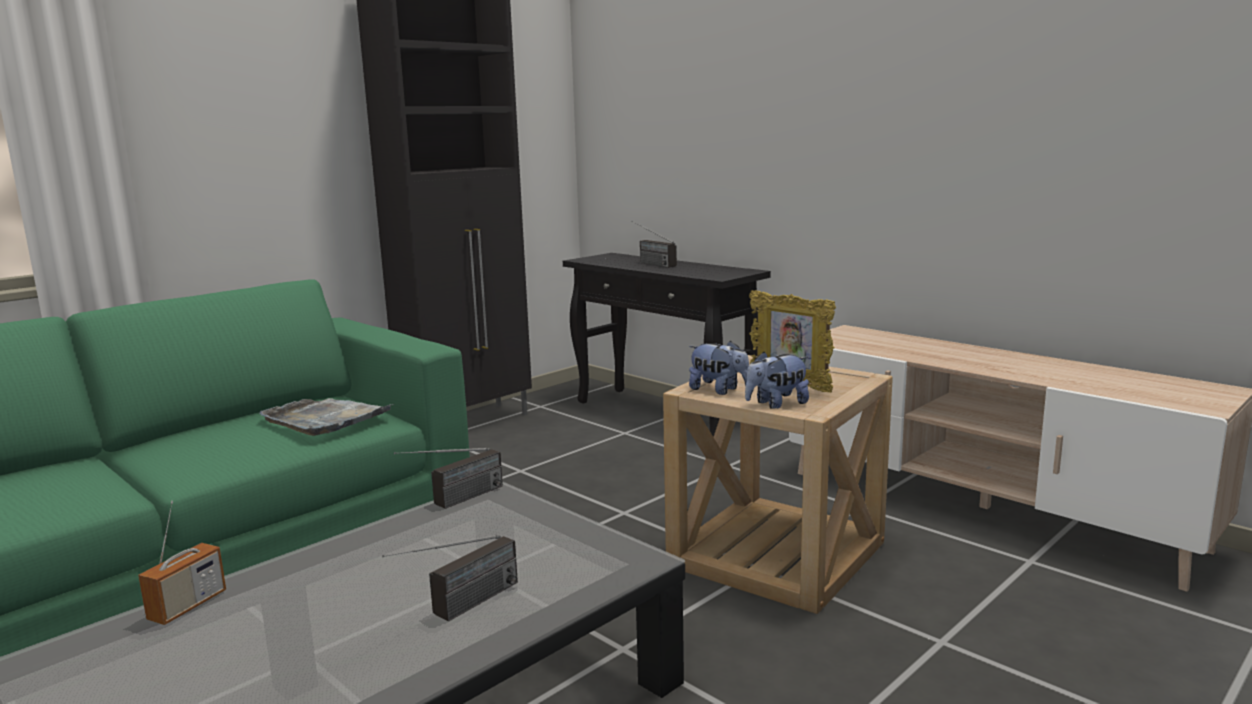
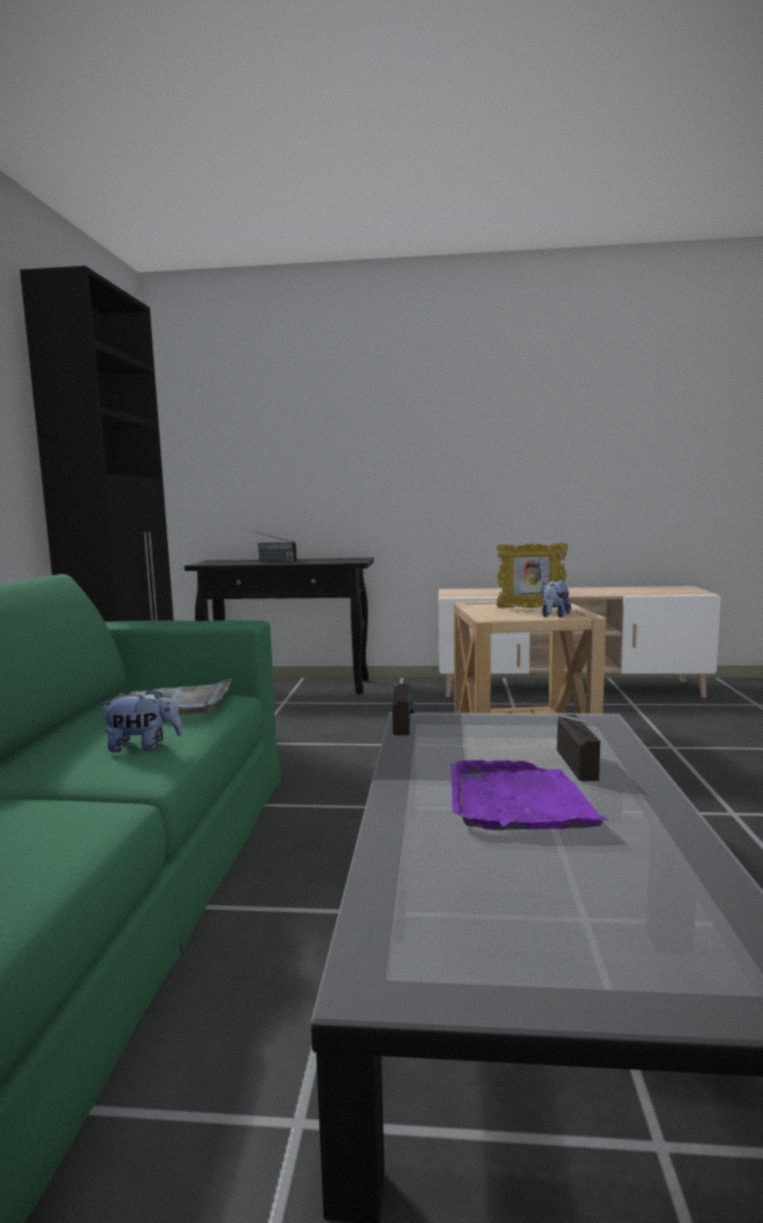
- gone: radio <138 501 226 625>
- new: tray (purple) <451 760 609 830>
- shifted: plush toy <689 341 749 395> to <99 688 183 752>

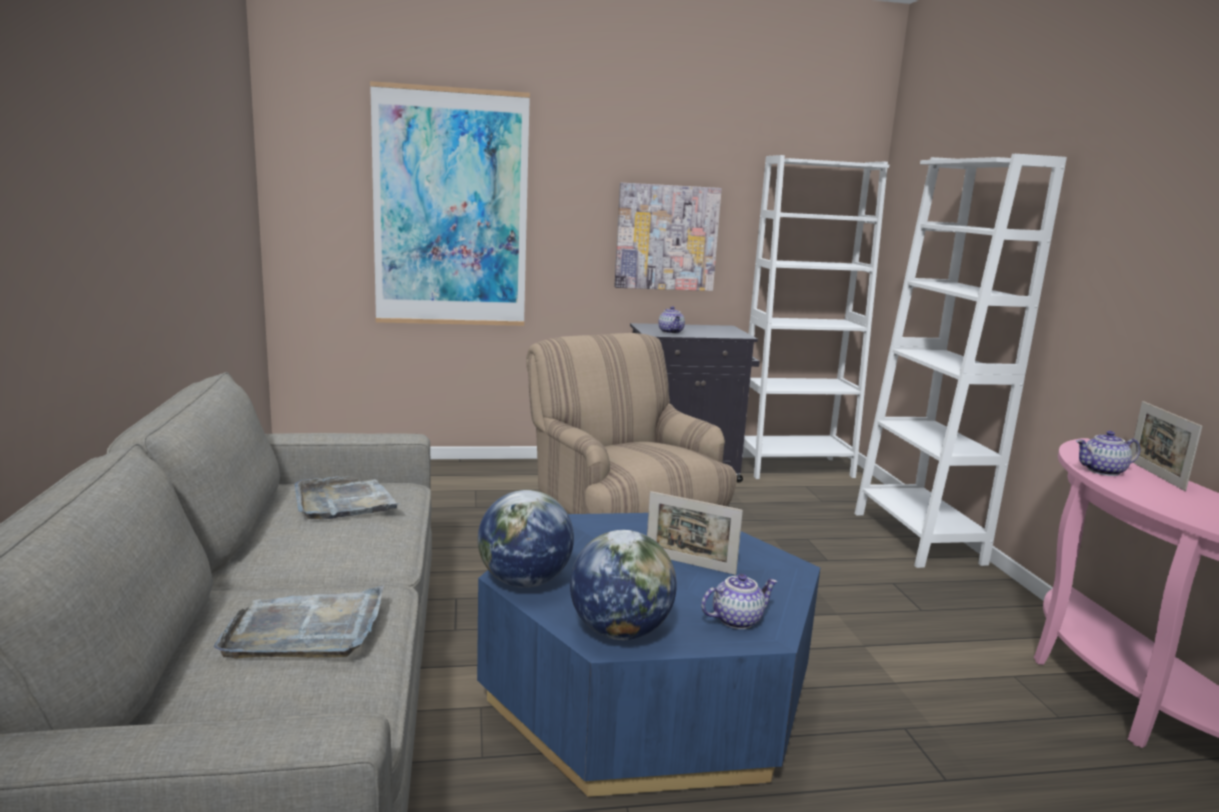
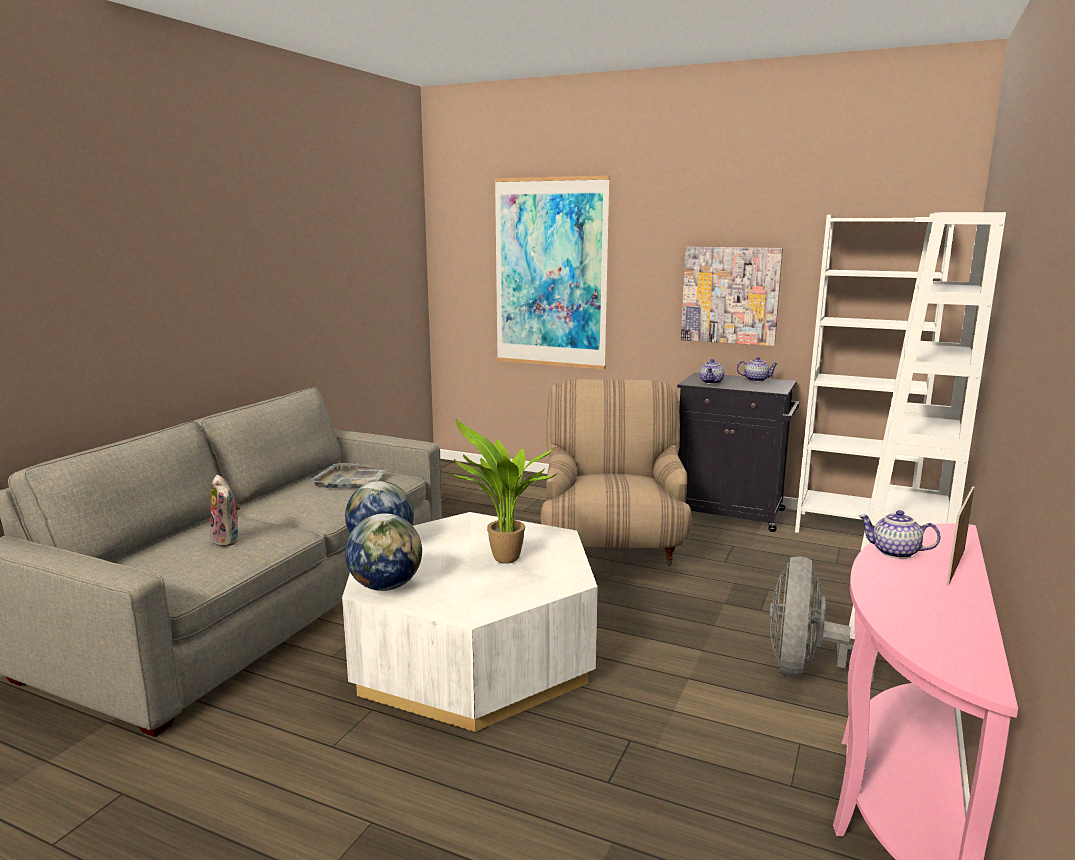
- new: fan (grey) <769 556 876 682>
- shifted: teapot <701 574 778 629> to <737 357 778 382>
- swapped: tray (grey) <214 585 384 659> to plush toy <210 475 240 547>
- swapped: picture frame <647 491 743 575> to potted plant <450 419 557 564>
- repainted: coffee table (blue) <477 513 820 797> to coffee table (white) <342 512 598 732>

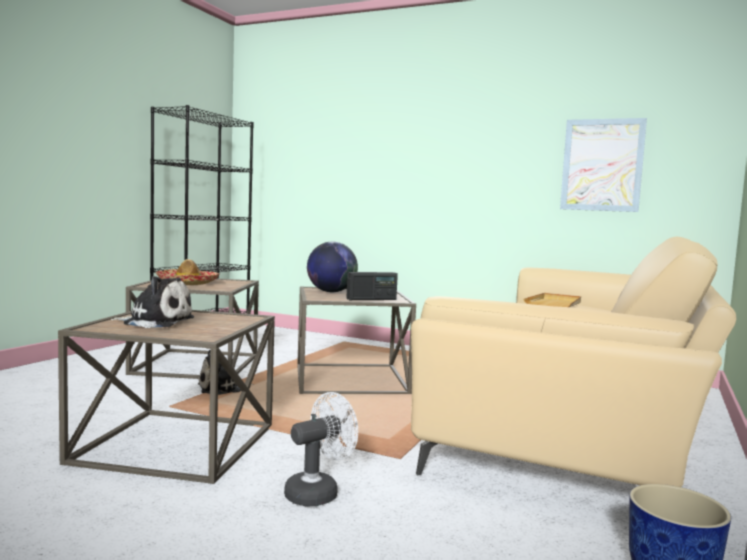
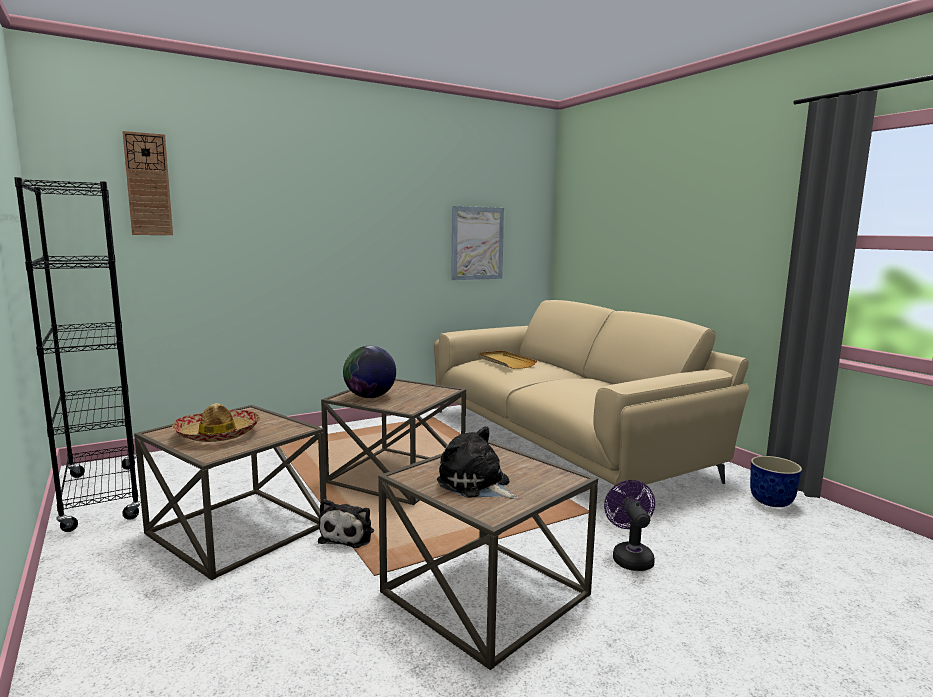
- gone: radio <346 272 398 300>
- new: wall clock <122 131 173 235>
- repainted: fan (white) <284 392 358 507> to fan (purple) <604 480 655 571>
- rotated: plush toy <111 276 194 328> = <437 426 518 499> 90 degrees counterclockwise

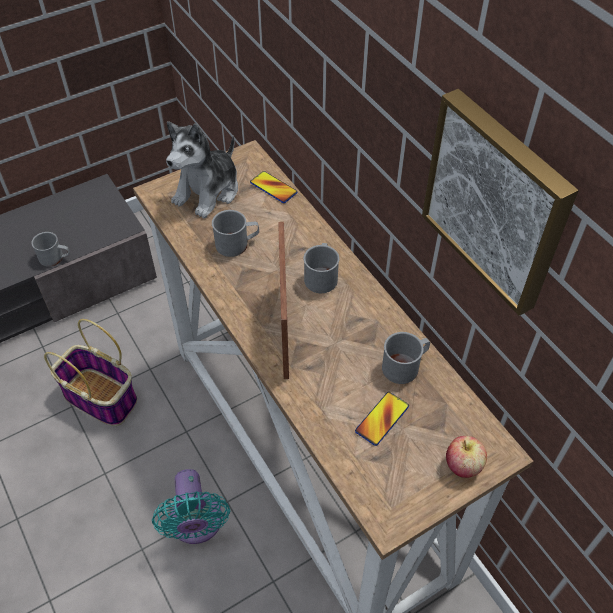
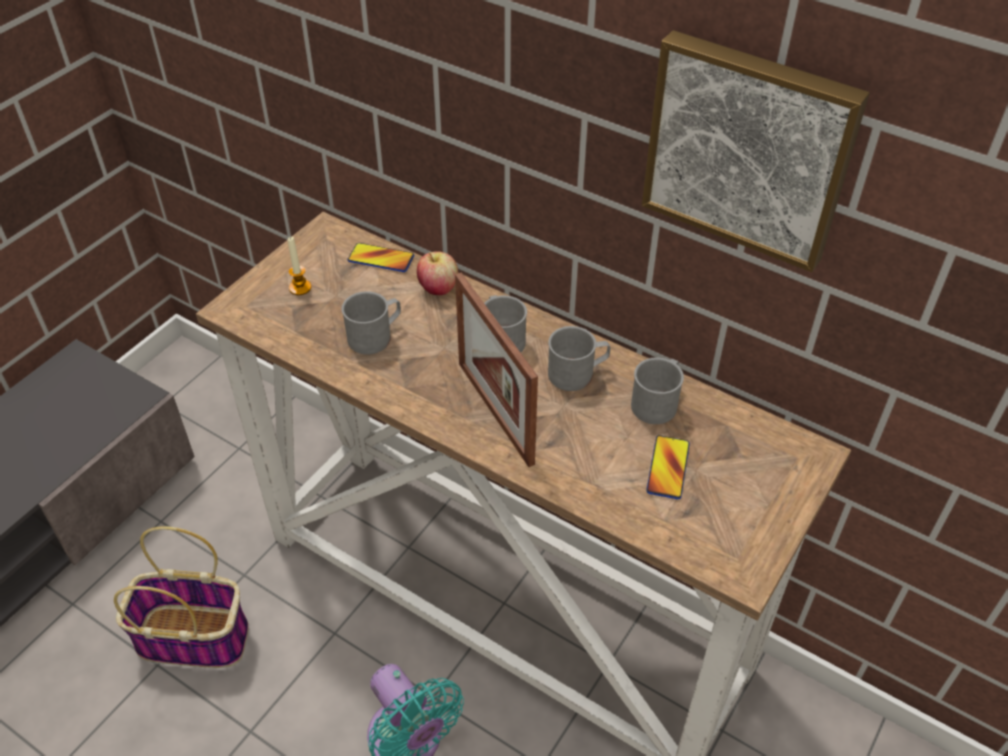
- shifted: mug (grey) <31 232 70 267> to <548 326 610 391>
- shifted: apple <446 436 487 478> to <417 251 458 295>
- swapped: plush toy <166 121 238 218> to candle <288 237 311 295>

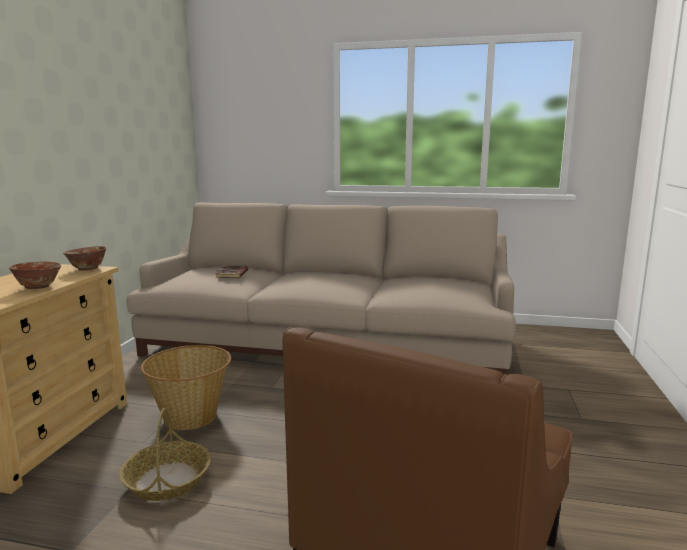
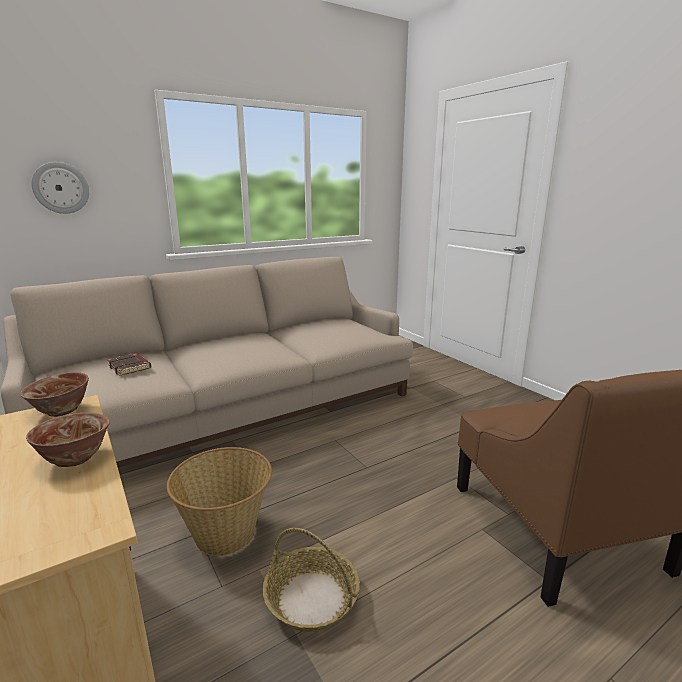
- new: wall clock <31 162 89 214>

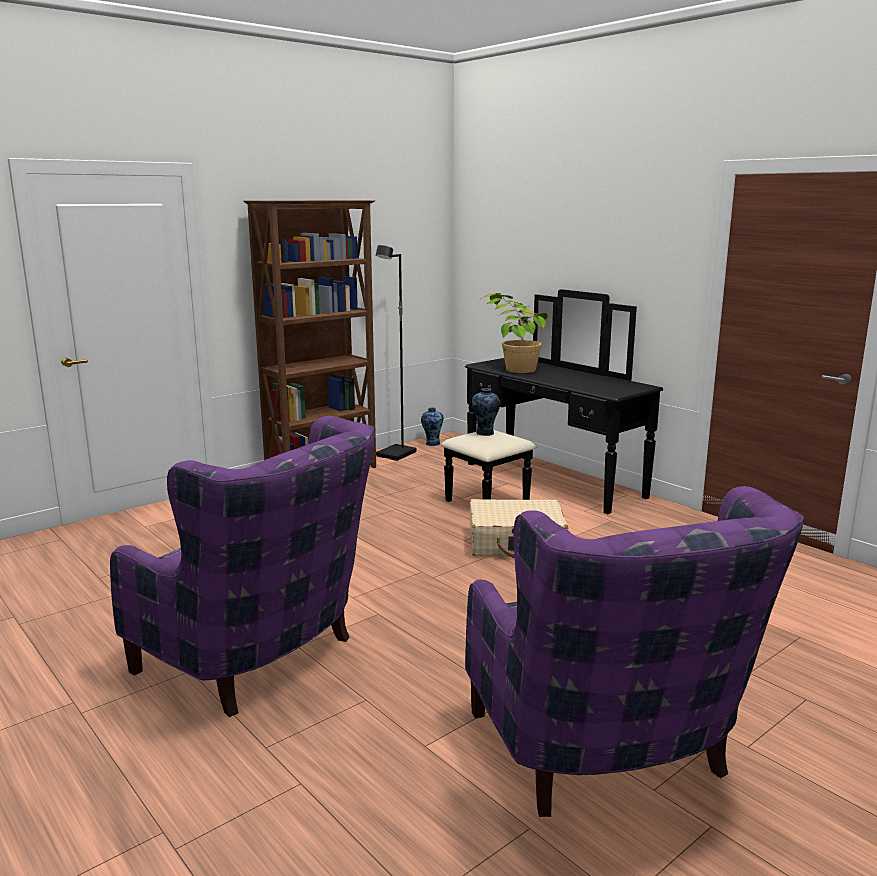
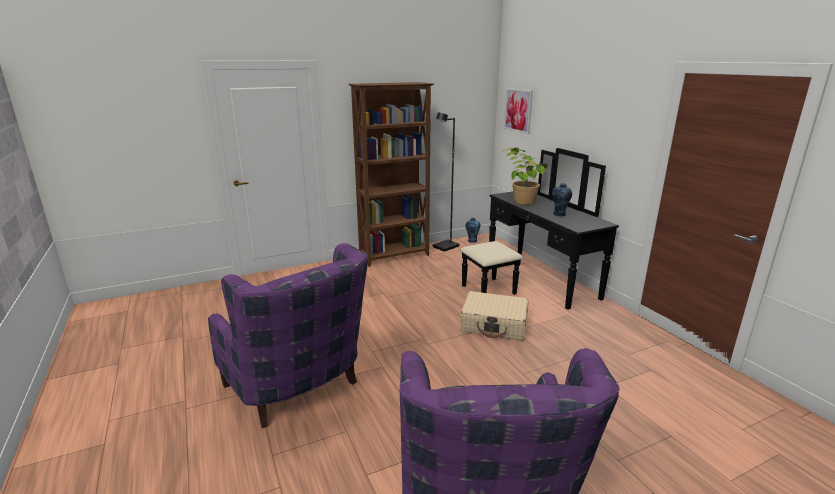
- new: picture <504 88 533 134>
- shifted: vase <472 388 500 436> to <552 183 572 216>

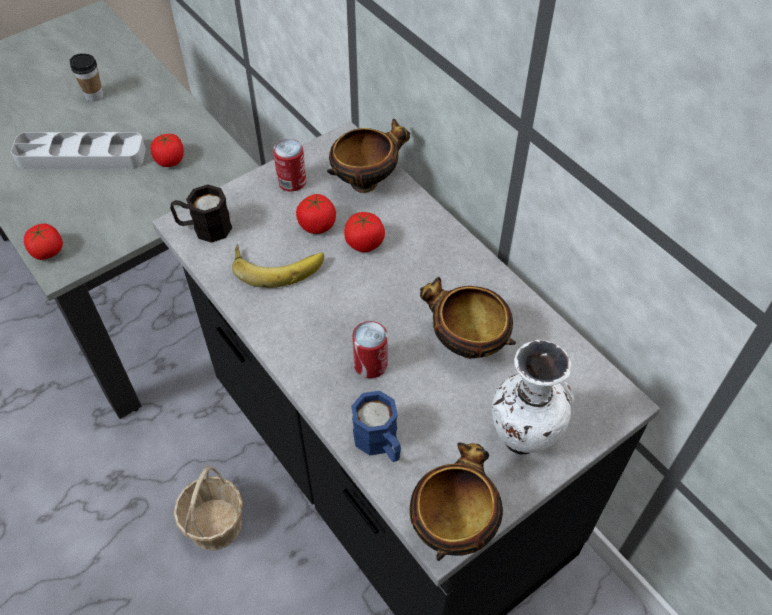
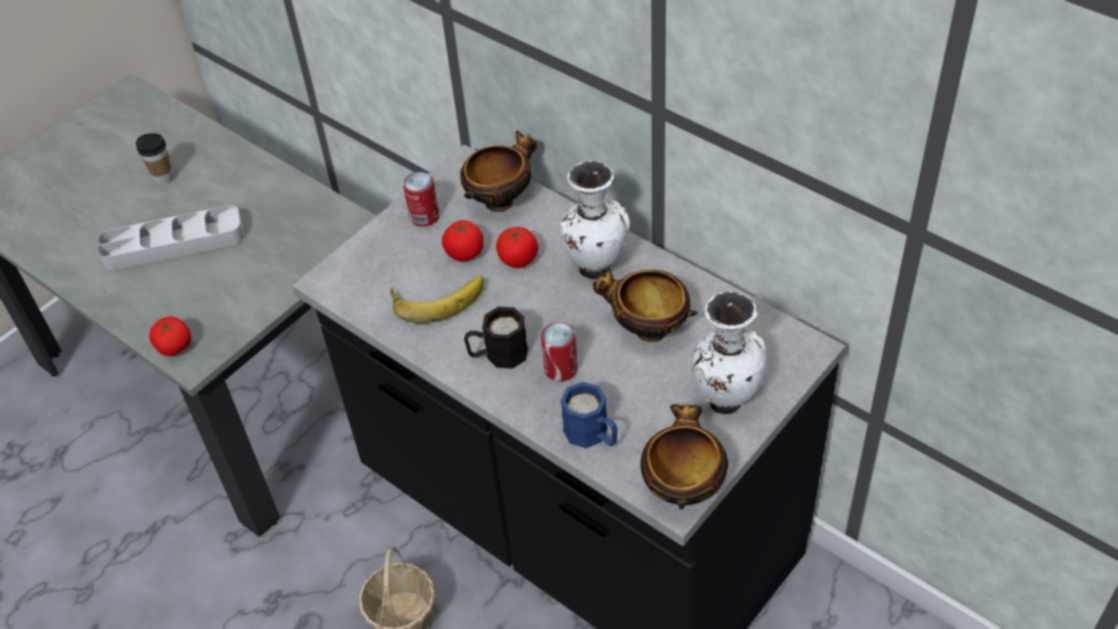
- gone: tomato <151 134 184 167>
- new: vase (white) <558 161 630 279>
- shifted: mug (black) <170 184 232 243> to <464 307 528 369>

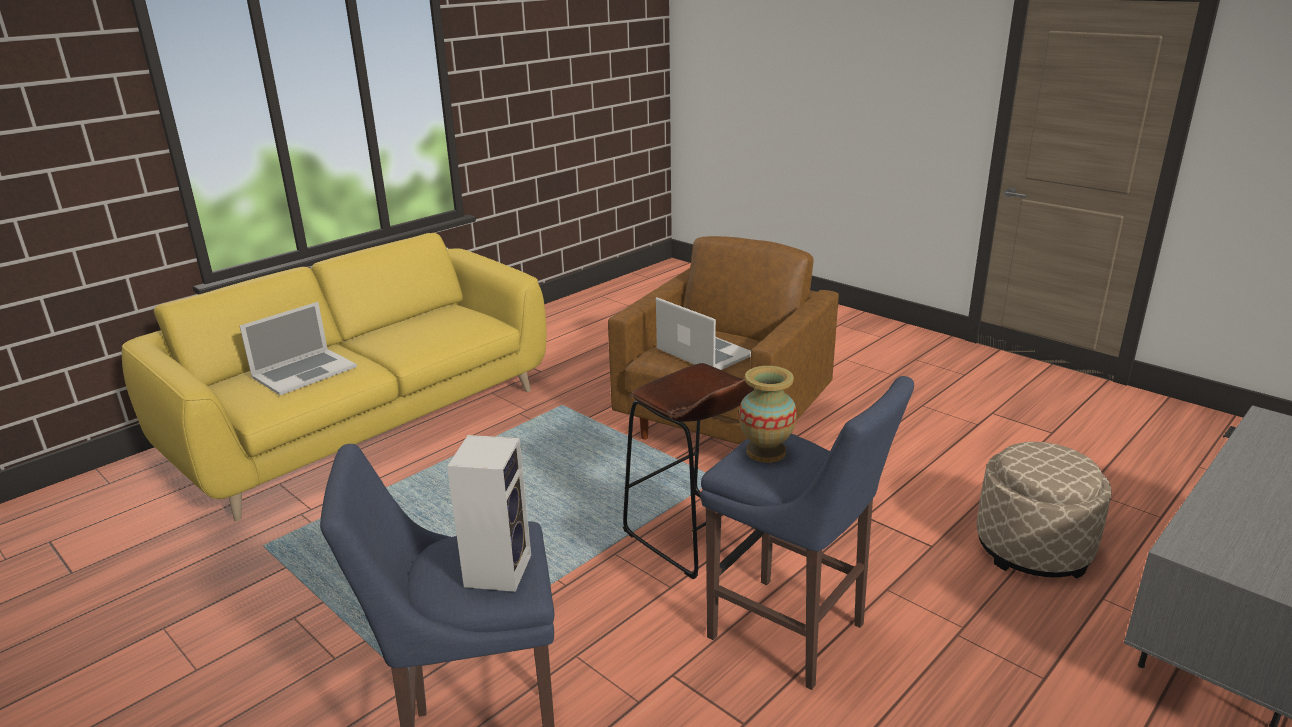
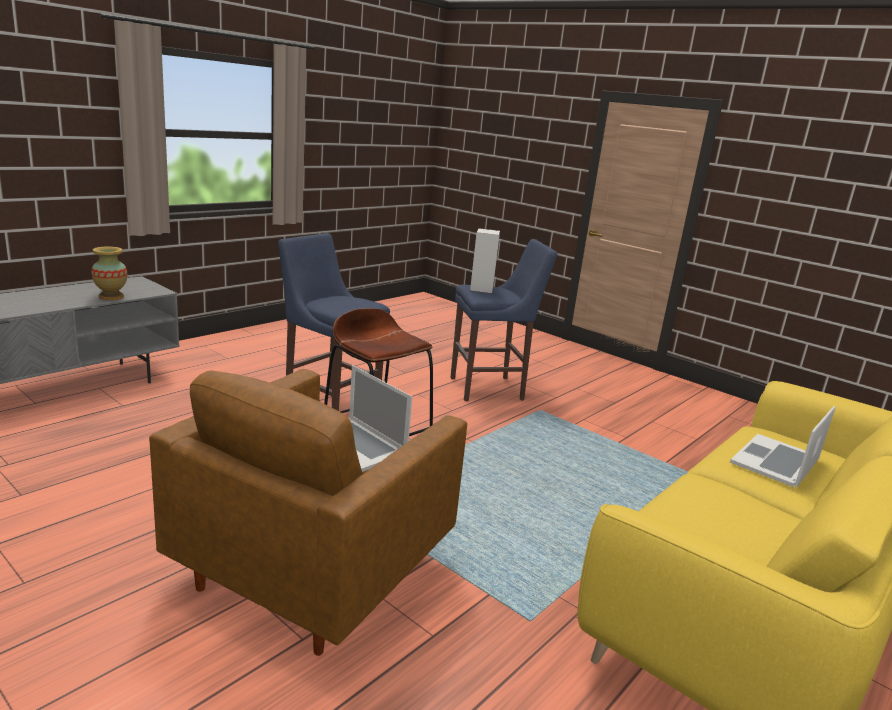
- gone: ottoman (beige) <977 442 1112 579>
- shifted: vase <739 366 797 463> to <91 247 127 300>

